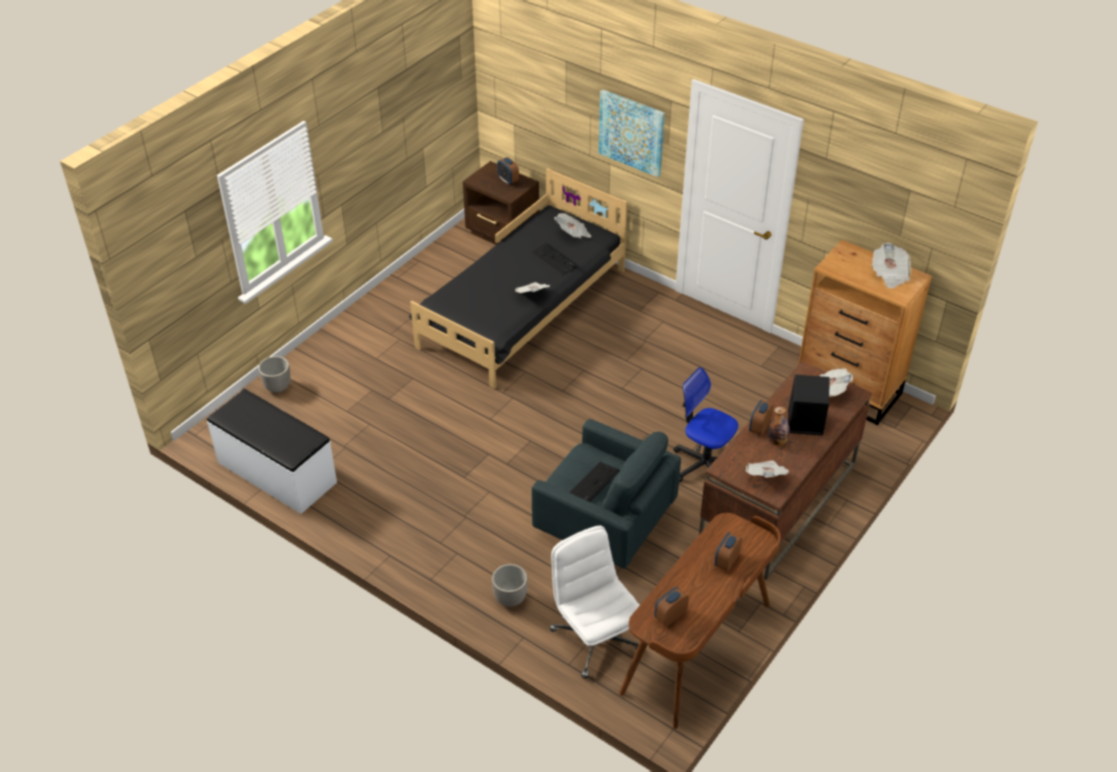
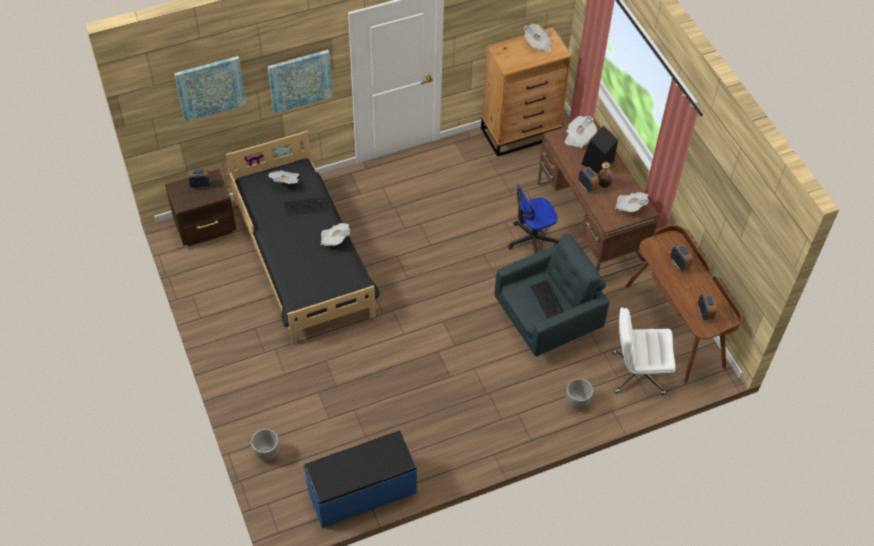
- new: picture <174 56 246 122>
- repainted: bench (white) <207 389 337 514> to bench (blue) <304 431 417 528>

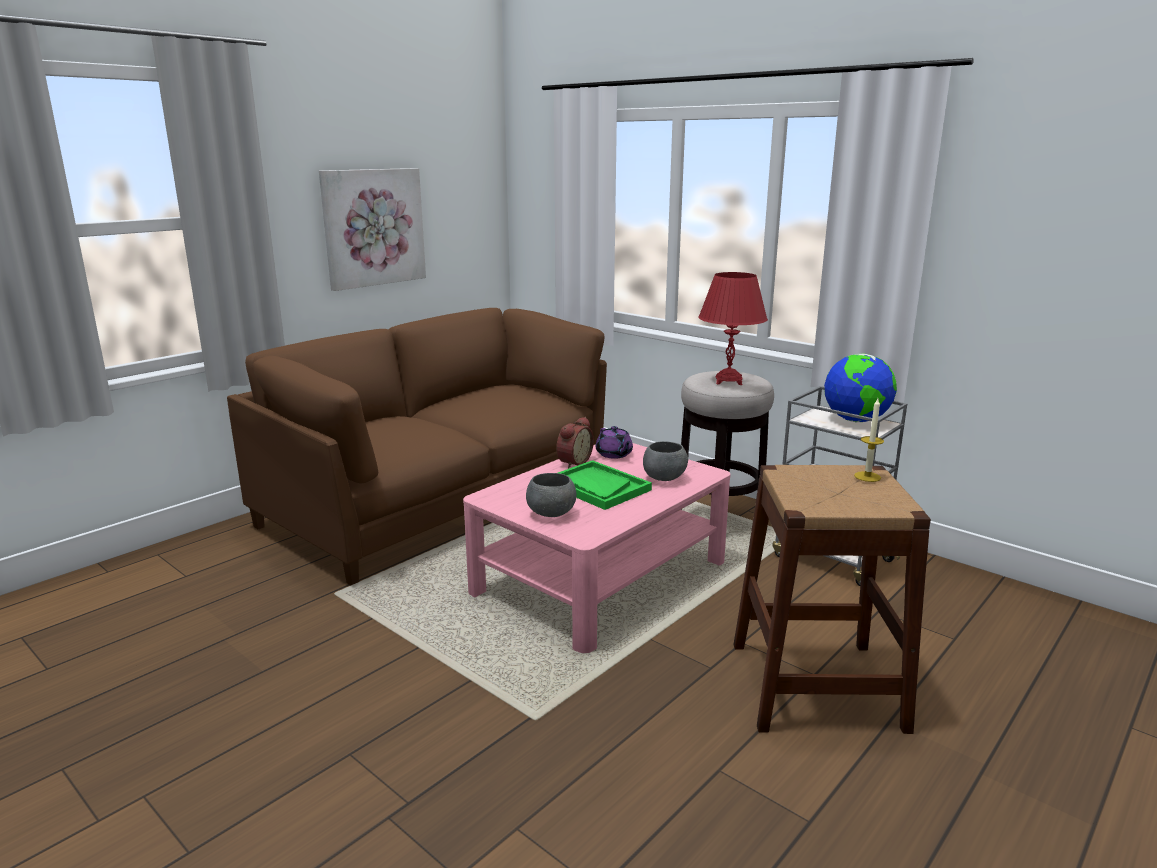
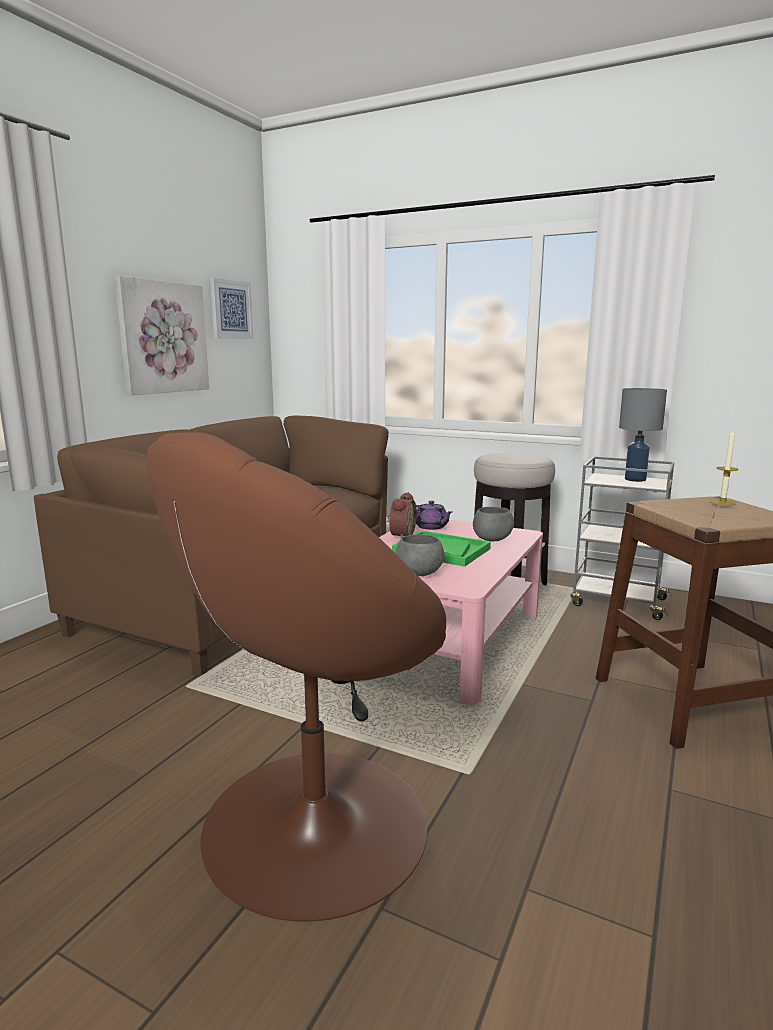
- gone: table lamp (red) <699 272 768 385>
- new: armchair (brown) <146 432 446 922>
- new: picture <210 278 253 339>
- swapped: globe <824 353 897 422> to table lamp (grey) <619 388 667 482>

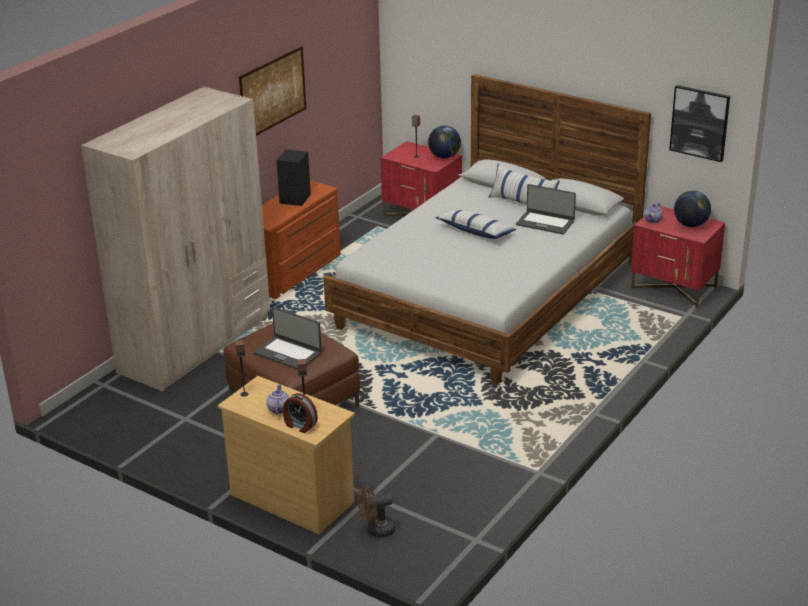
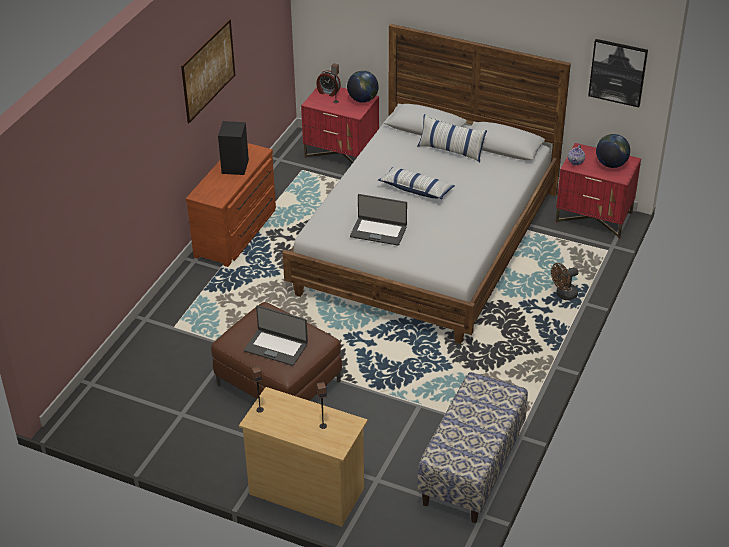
- gone: wardrobe (beige) <81 86 270 392>
- gone: teapot <266 384 289 414>
- new: bench <418 372 528 523>
- shifted: alarm clock <283 393 318 433> to <316 70 341 97>
- shifted: fan (brown) <358 485 395 538> to <551 263 579 300>
- shifted: laptop <516 184 576 234> to <350 194 407 246>

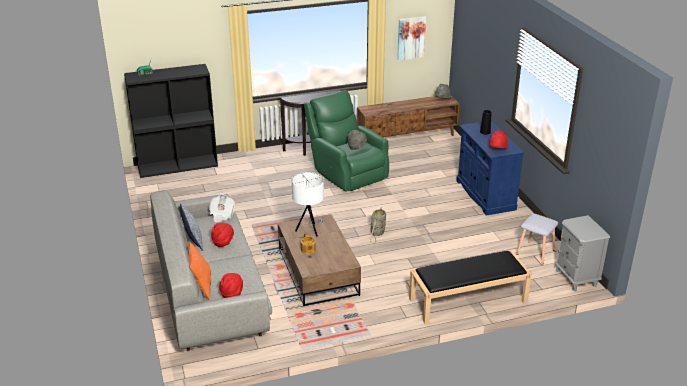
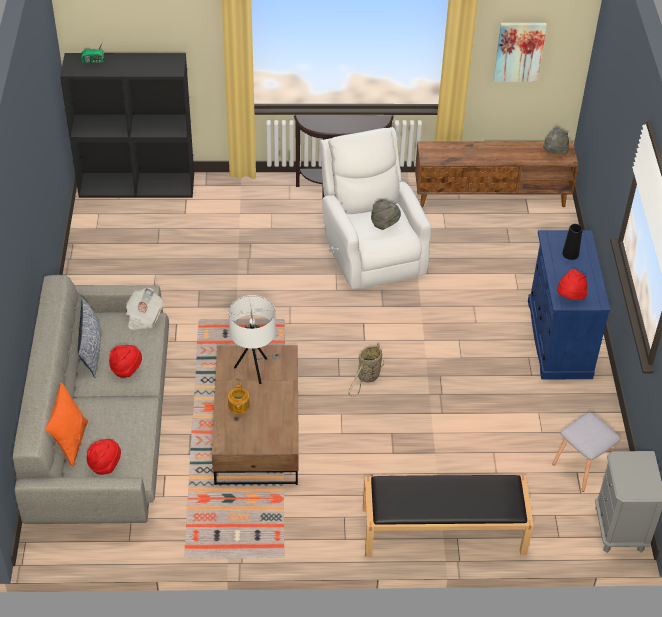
- repainted: armchair (green) <304 90 389 191> to armchair (white) <320 127 431 289>

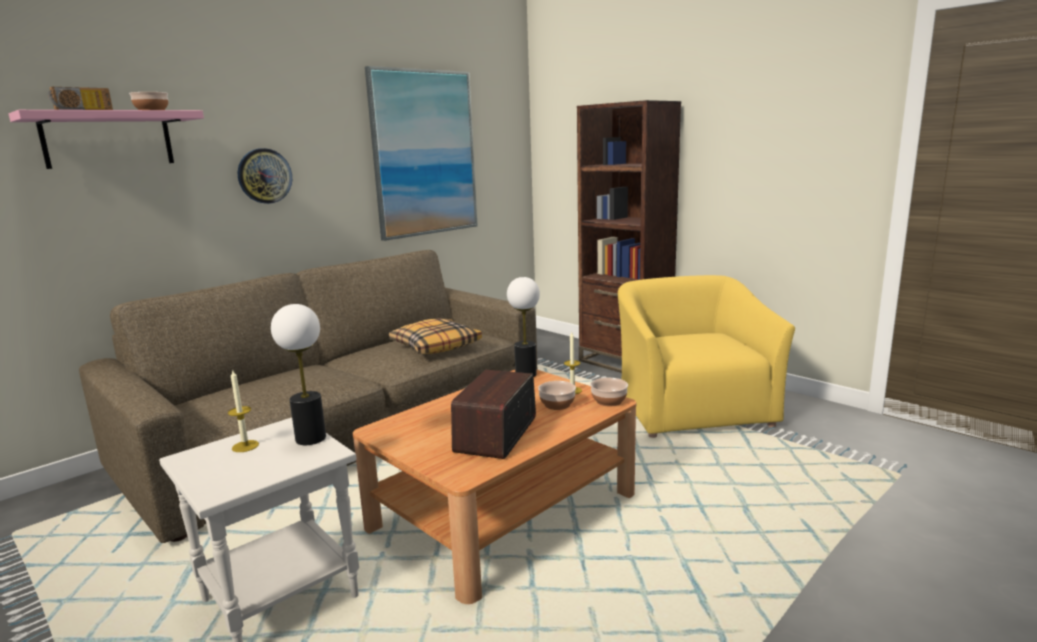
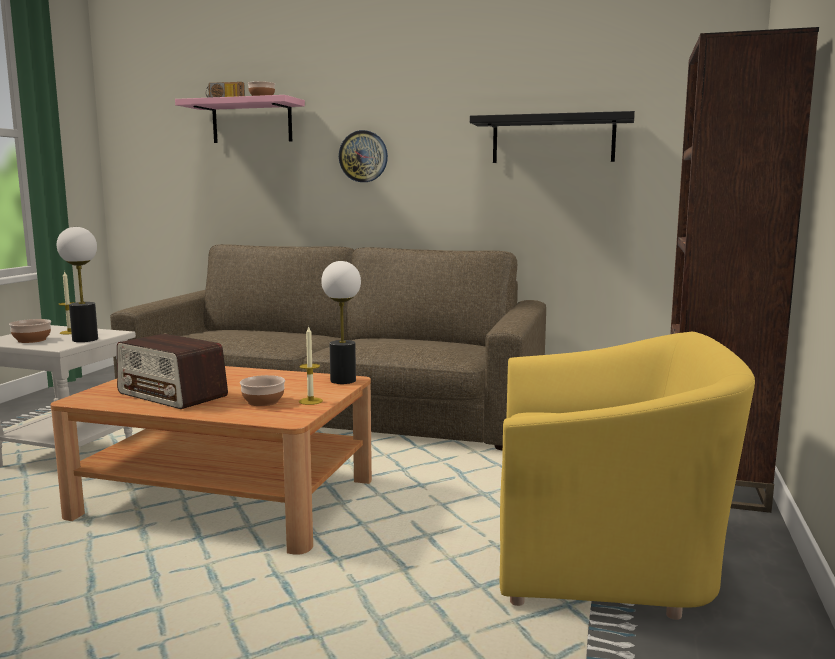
- gone: pillow <389 319 482 354>
- shifted: bowl <590 378 628 407> to <9 319 51 343>
- swapped: picture <365 66 478 241> to shelf (black) <470 111 635 163>
- rotated: radio <451 370 536 459> = <117 334 228 409> 135 degrees counterclockwise
- rotated: armchair (yellow) <618 275 795 438> = <500 332 755 620> 45 degrees clockwise

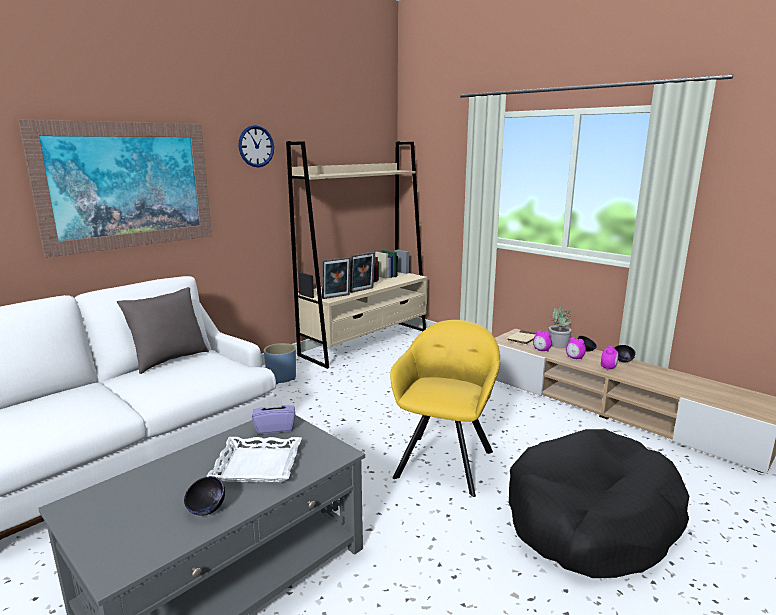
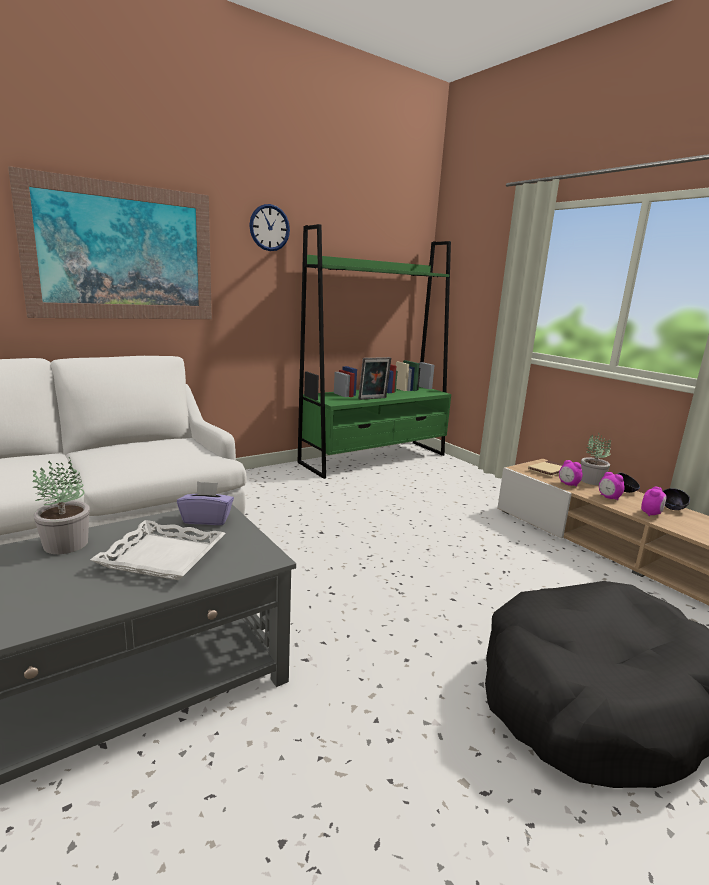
- gone: pillow (grey) <117 287 209 374>
- gone: bowl (black) <184 476 225 516>
- gone: planter (blue) <264 343 296 384>
- gone: picture frame <322 257 351 299>
- gone: armchair (yellow) <390 320 500 497>
- new: potted plant <32 457 90 554>
- repainted: bookcase (beige) <286 141 428 369> to bookcase (green) <297 224 451 479>

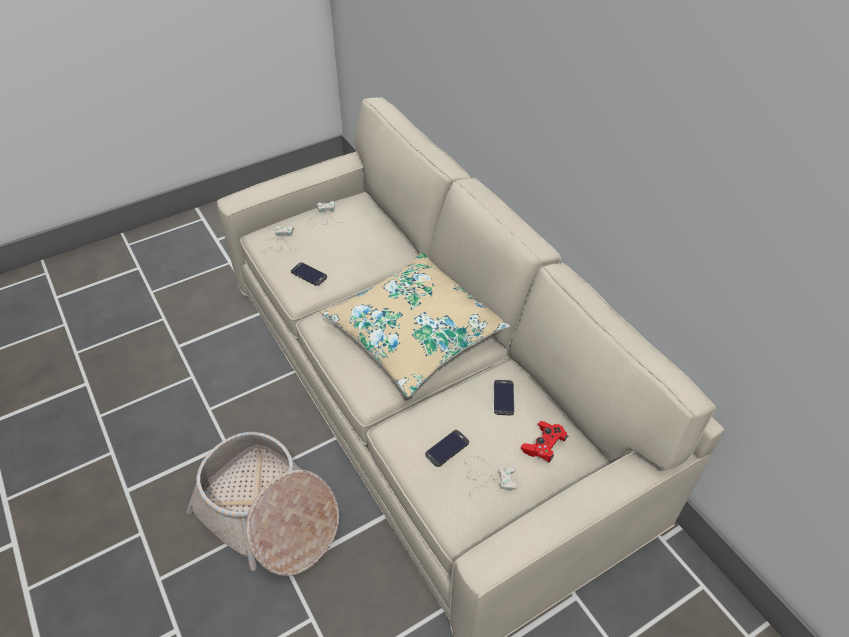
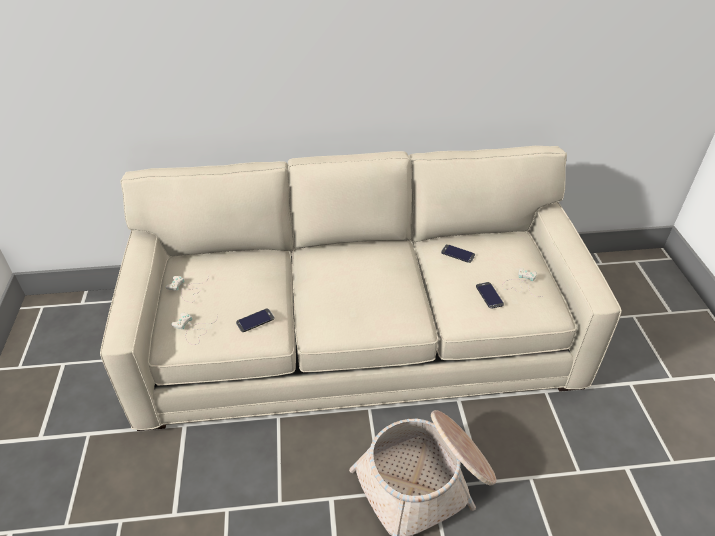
- gone: pillow (beige) <320 253 511 397>
- gone: game controller (red) <521 421 568 462>

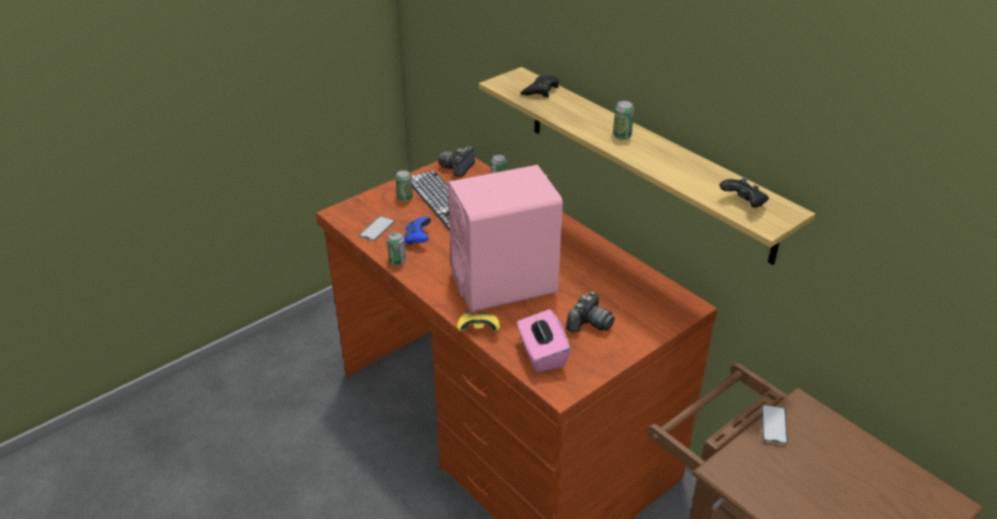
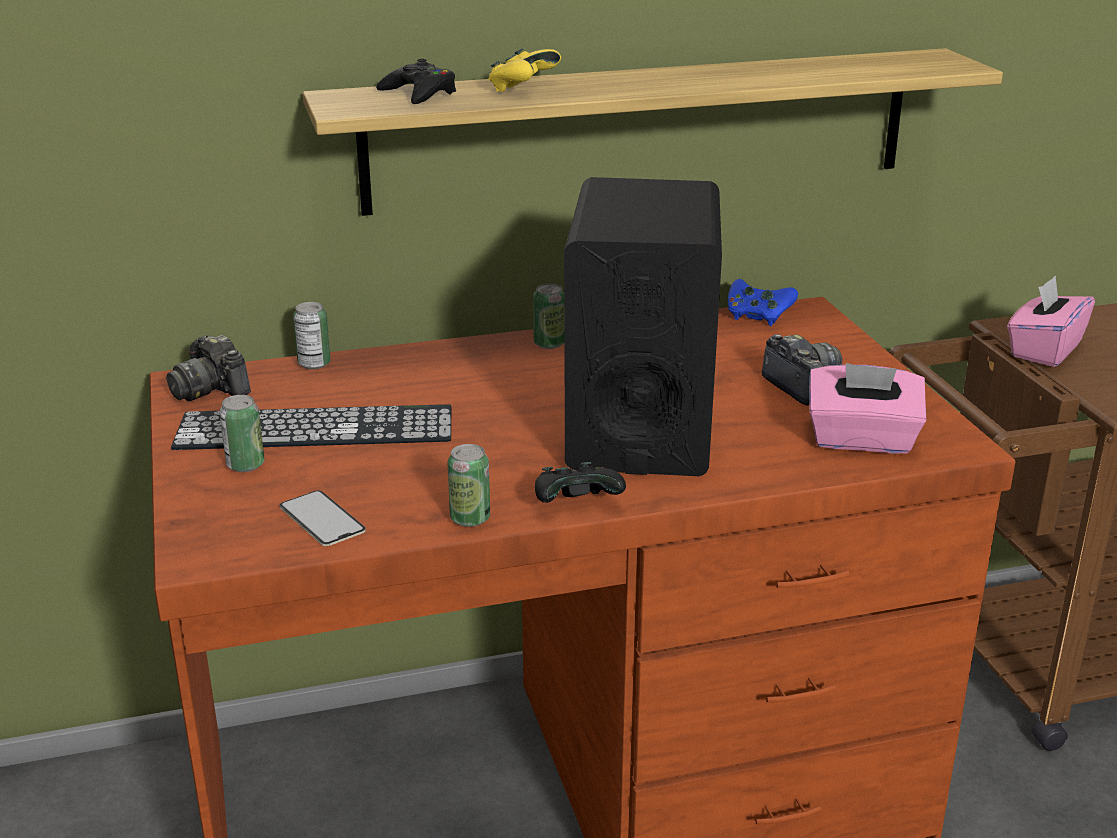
- shifted: game controller (blue) <404 217 431 245> to <728 279 798 326>
- shifted: game controller (yellow) <457 311 500 331> to <489 48 561 92>
- shifted: can <613 101 634 140> to <533 283 565 349>
- shifted: game controller (black) <719 178 769 208> to <535 462 626 503>
- swapped: phone <761 404 788 445> to tissue box (pink) <1007 276 1095 367>
- repainted: speaker (pink) <448 165 563 312> to speaker (black) <564 177 722 476>

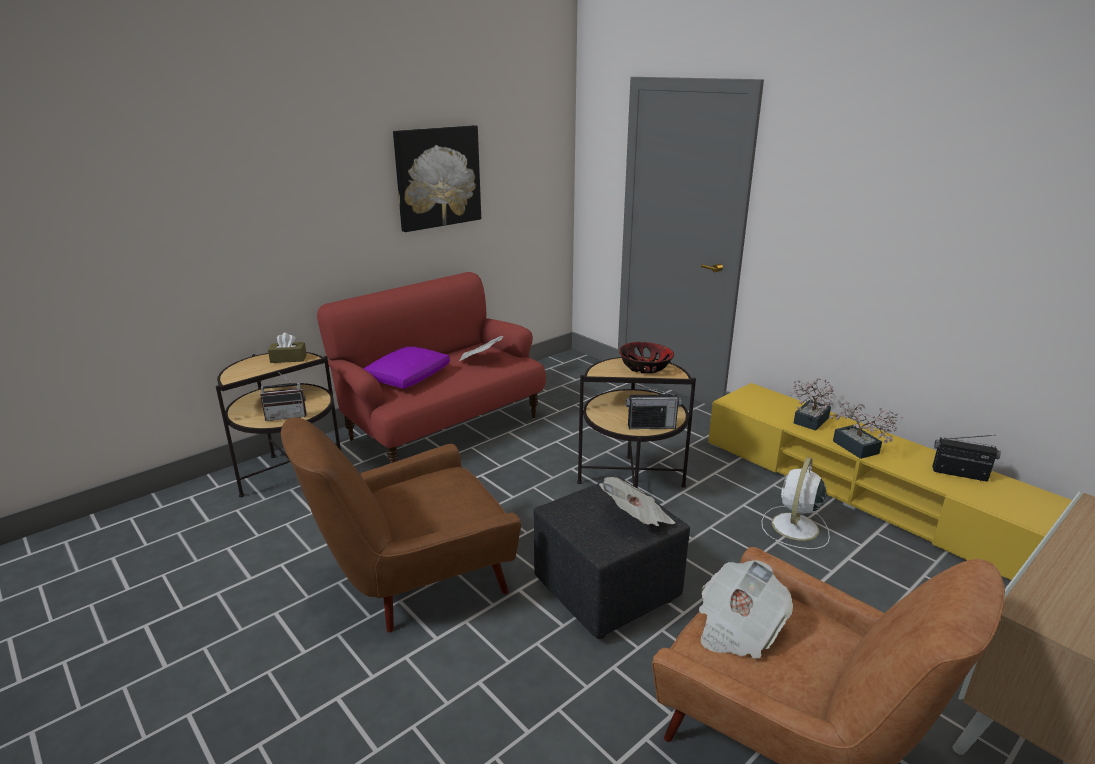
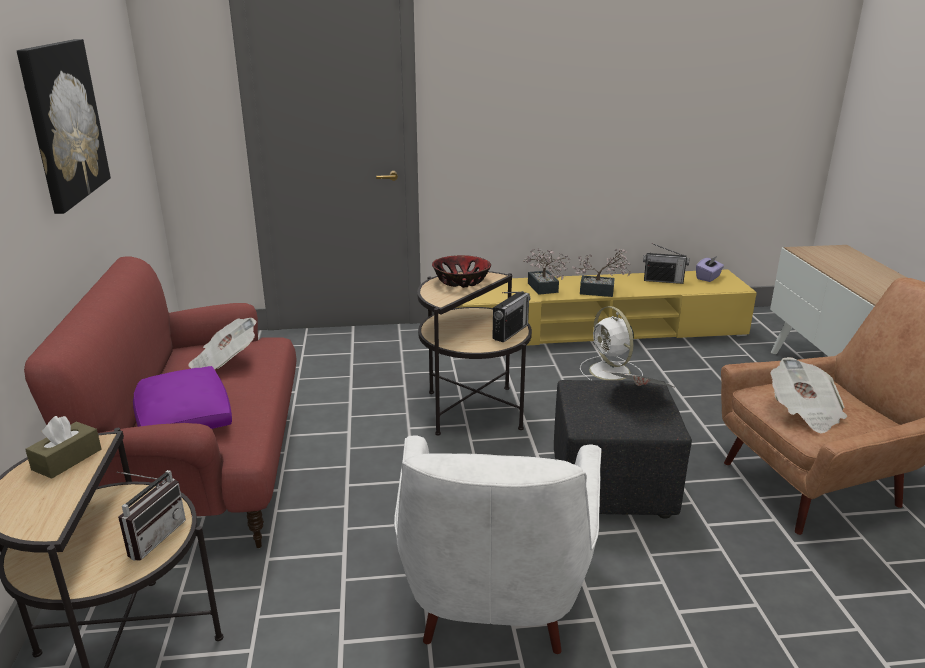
- new: tissue box (purple) <696 256 724 282>
- repainted: armchair (brown) <281 417 521 633> to armchair (white) <394 435 602 654>
- rotated: radio <932 435 1001 482> = <643 243 689 284> 135 degrees counterclockwise

